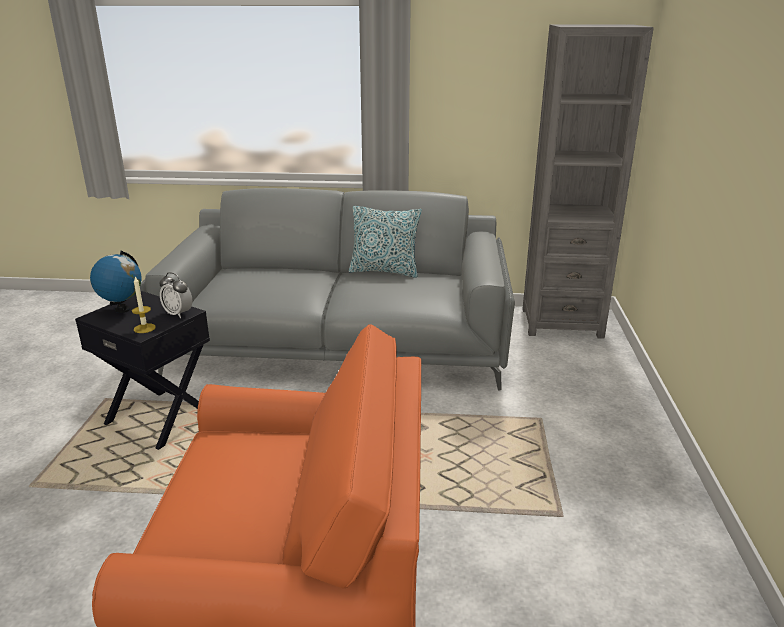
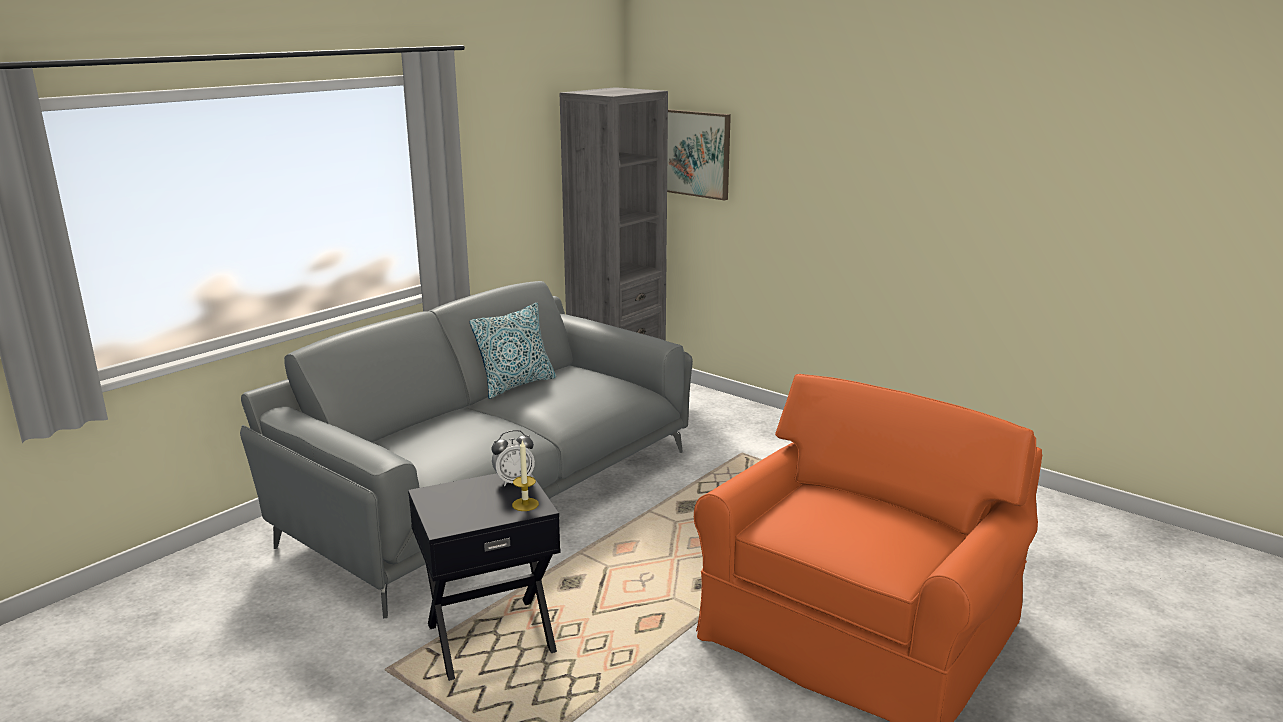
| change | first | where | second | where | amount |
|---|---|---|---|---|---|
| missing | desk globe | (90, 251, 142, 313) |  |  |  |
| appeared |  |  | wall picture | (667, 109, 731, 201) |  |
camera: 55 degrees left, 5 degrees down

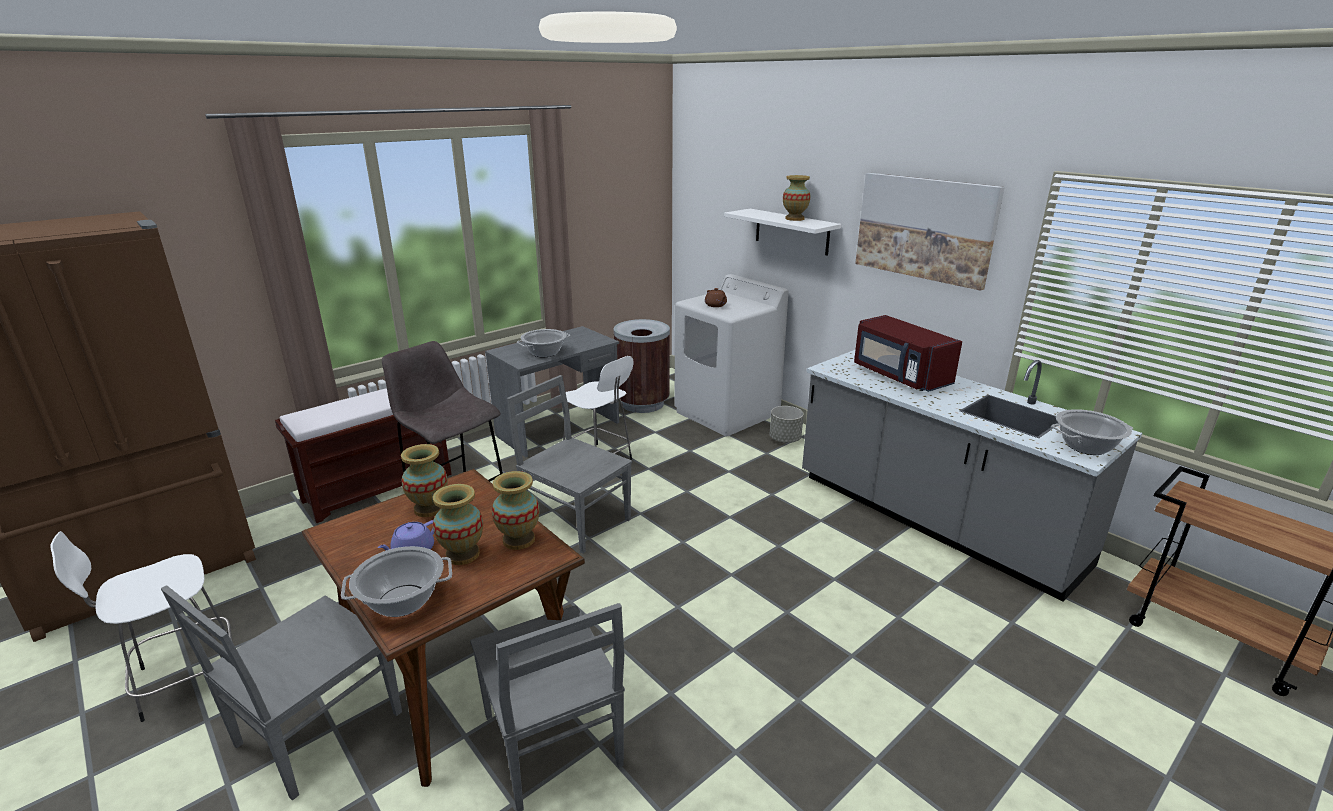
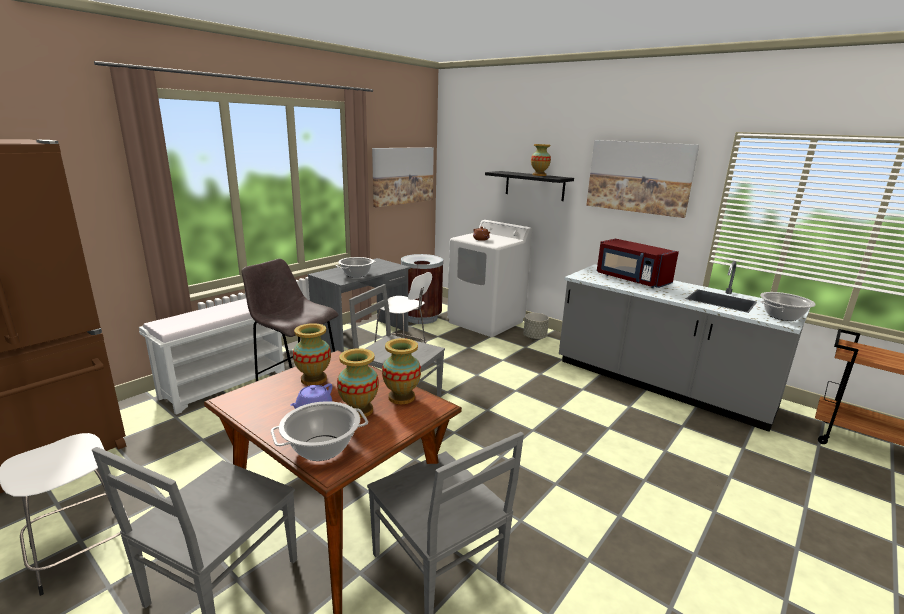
| change | first | where | second | where | amount |
|---|---|---|---|---|---|
| colour | shelf/white-coloured | (724, 209, 841, 256) | shelf/blackish | (485, 171, 574, 201) |  |
| colour | indoor bench/brown | (275, 388, 452, 523) | indoor bench/white-coloured | (139, 299, 285, 415) |  |
| appeared |  |  | wall picture | (372, 147, 434, 207) |  |
camera: 10 degrees left, 5 degrees down

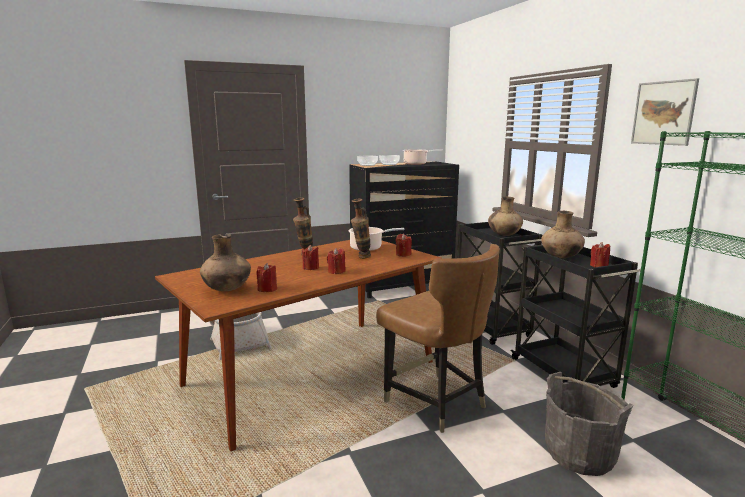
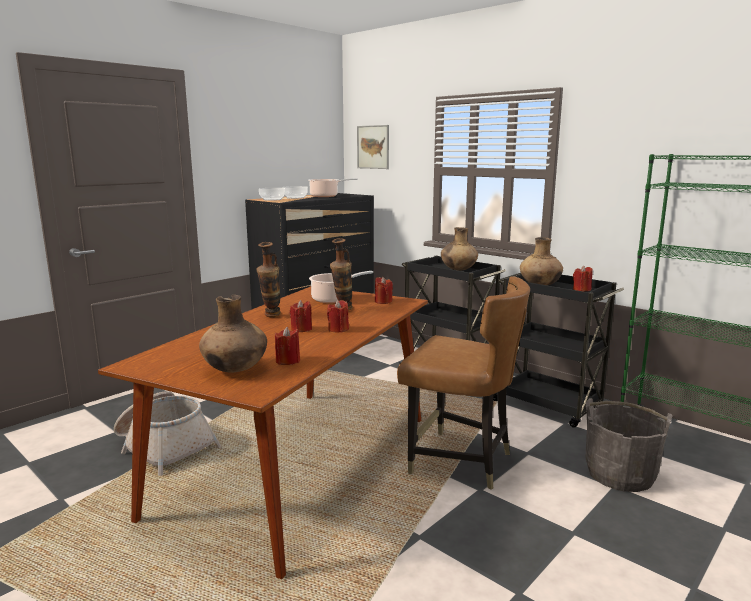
| change | first | where | second | where | amount |
|---|---|---|---|---|---|
| relocated | wall picture | (631, 78, 699, 146) |  | (357, 125, 389, 169) |  |
camera: 25 degrees left, 0 degrees up

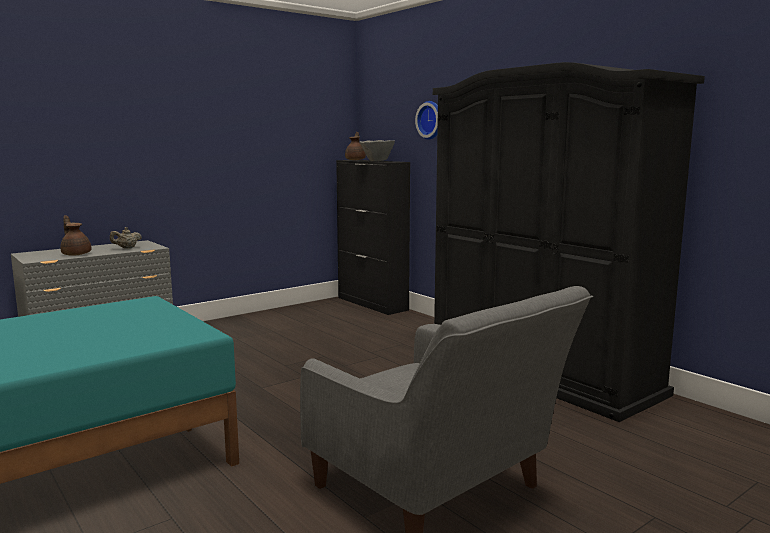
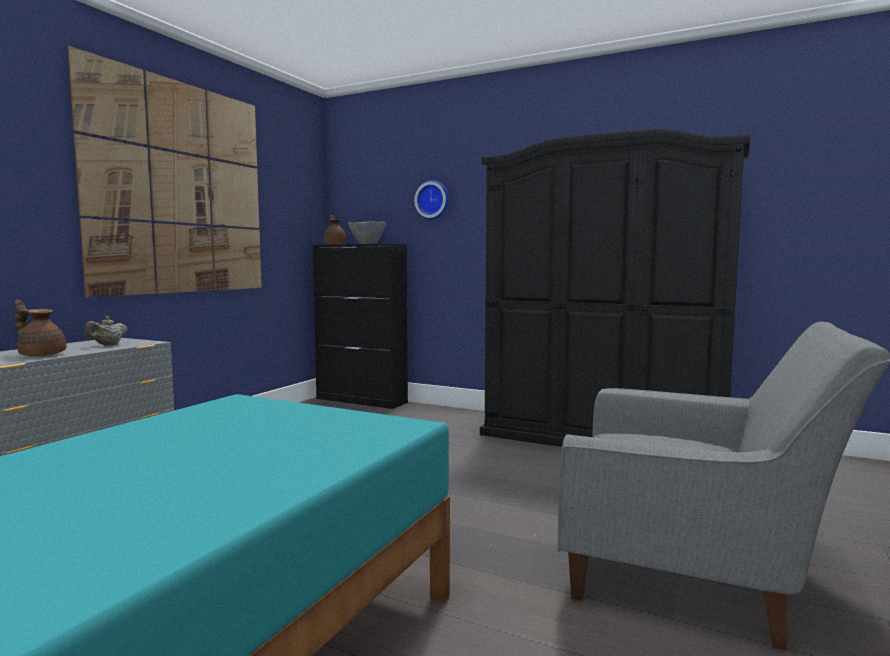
| change | first | where | second | where | amount |
|---|---|---|---|---|---|
| appeared |  |  | wall picture | (68, 46, 262, 298) |  |
camera: 25 degrees left, 5 degrees down

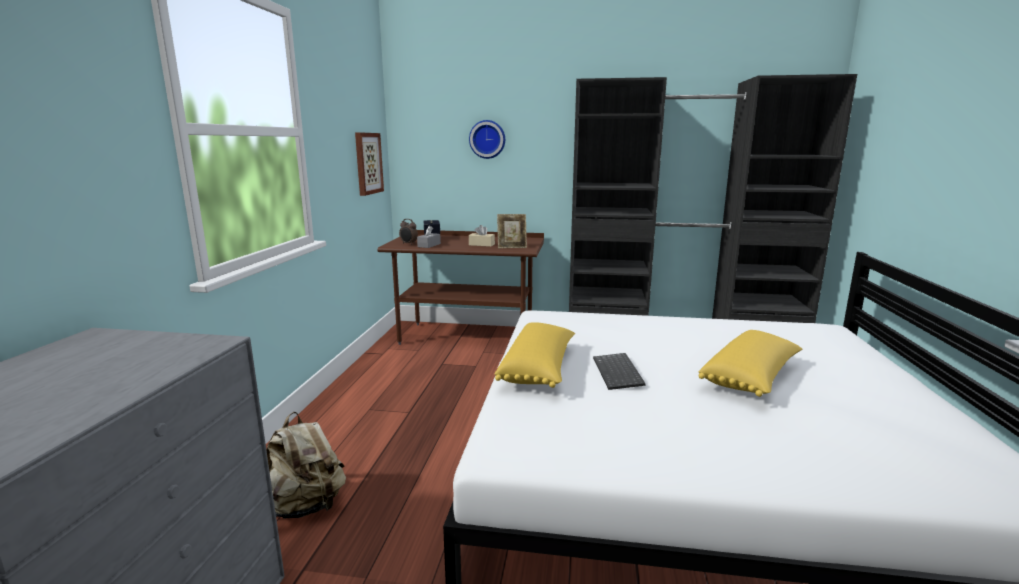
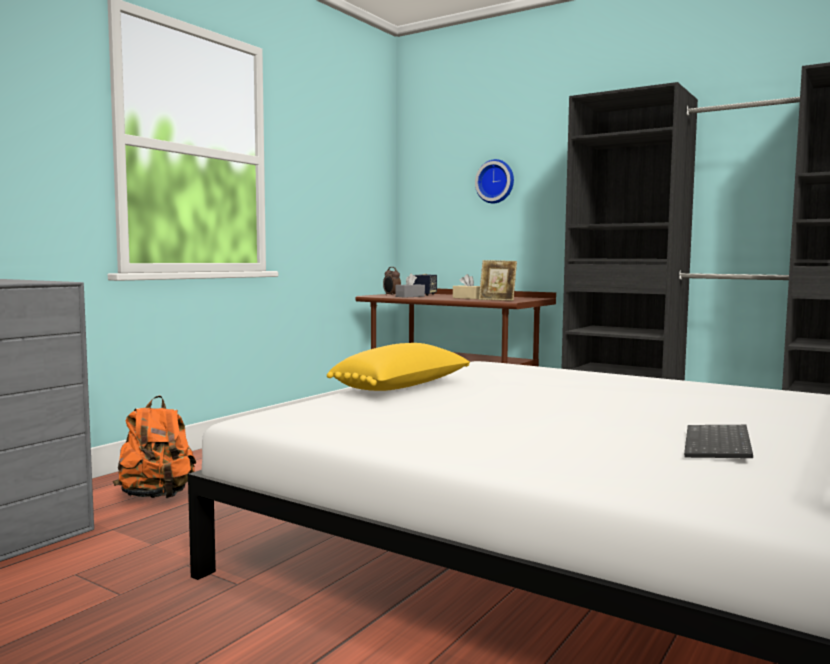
| change | first | where | second | where | amount |
|---|---|---|---|---|---|
| missing | wall picture | (355, 132, 384, 196) |  |  |  |
| missing | throw pillow/yellowish | (699, 330, 802, 397) |  |  |  |
| relocated | keyboard | (593, 353, 646, 390) |  | (684, 425, 753, 458) |  |
| colour | rucksack/sand-coloured | (266, 412, 346, 518) | rucksack/orange | (113, 396, 196, 498) |  |
camera: 25 degrees right, 10 degrees down

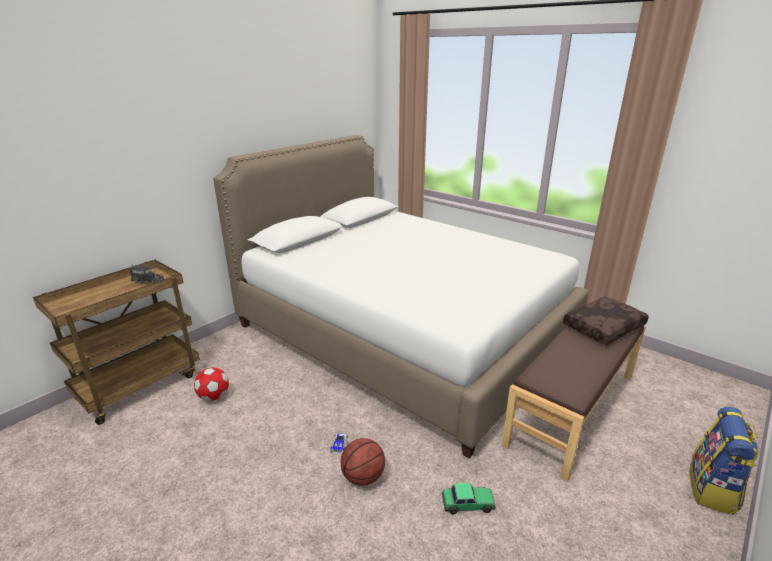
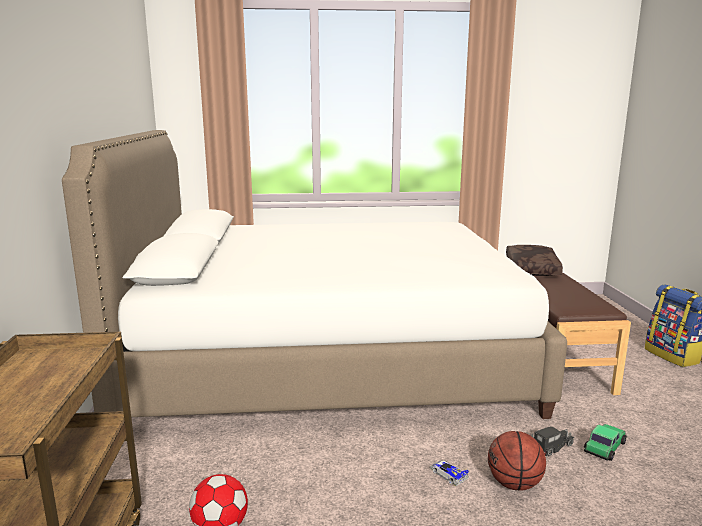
| change | first | where | second | where | amount |
|---|---|---|---|---|---|
| relocated | model truck | (129, 264, 164, 283) |  | (531, 427, 574, 456) |  |
camera: 45 degrees left, 10 degrees down

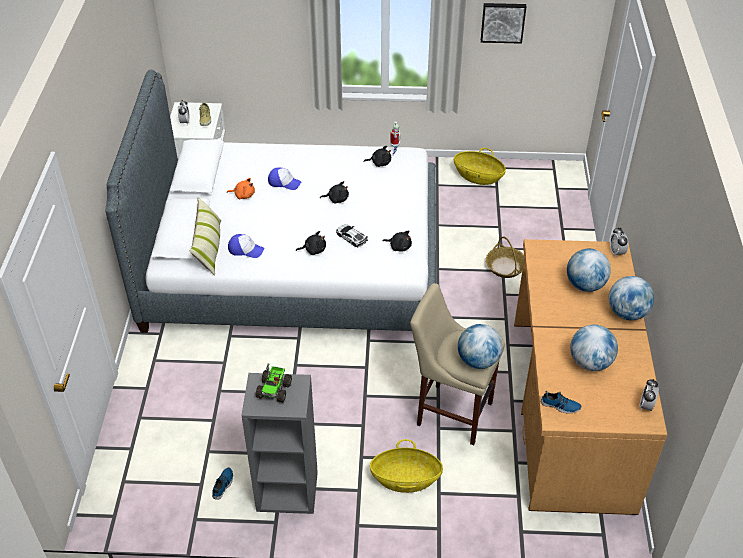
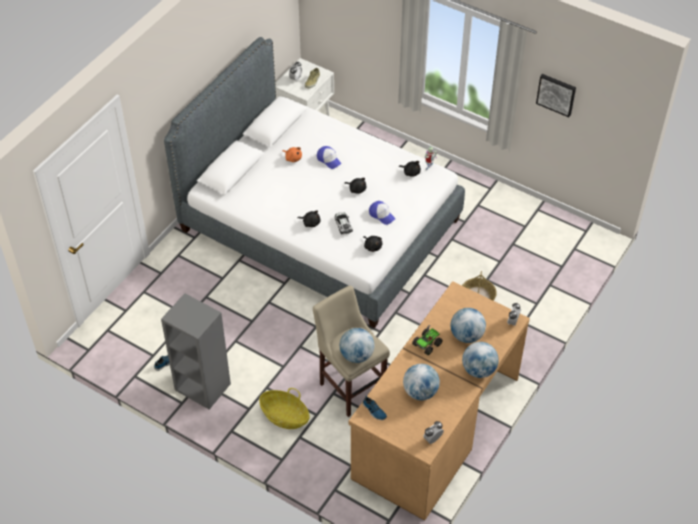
| change | first | where | second | where | amount |
|---|---|---|---|---|---|
| missing | household basket | (454, 148, 506, 185) |  |  |  |
| missing | throw pillow | (190, 197, 221, 276) |  |  |  |
| relocated | baseball cap | (228, 234, 264, 258) |  | (369, 201, 395, 225) |  |
| relocated | model truck | (255, 363, 292, 403) |  | (412, 325, 443, 355) |  |
camera: 30 degrees right, 5 degrees up

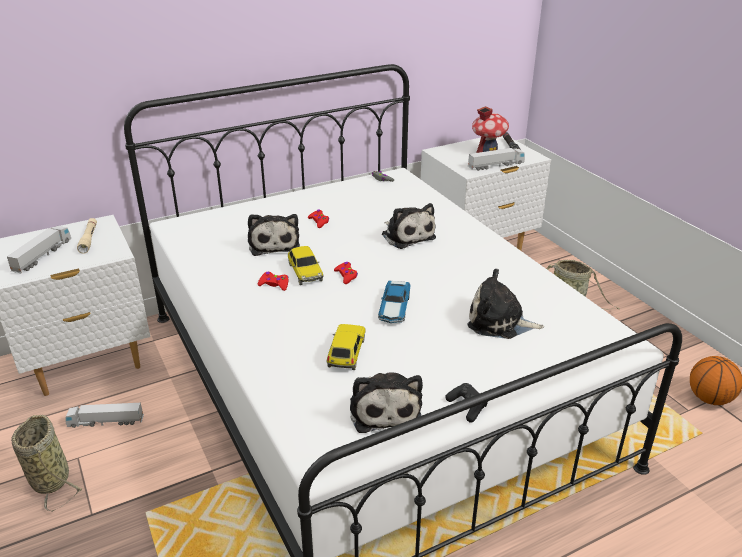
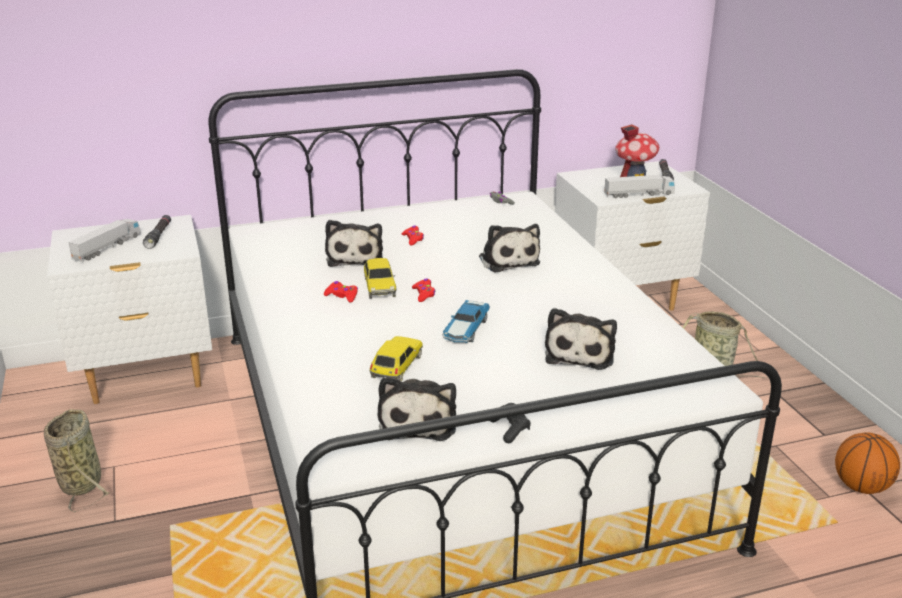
| change | first | where | second | where | amount |
|---|---|---|---|---|---|
| colour | torch/sand-coloured | (77, 218, 97, 254) | torch/blackish | (143, 215, 171, 249) |  |
| spun | cuddly toy | (467, 269, 544, 339) |  | (545, 308, 617, 370) | 105 degrees counterclockwise |
| missing | model truck | (65, 403, 144, 428) |  |  |  |
camera: 10 degrees right, 5 degrees down

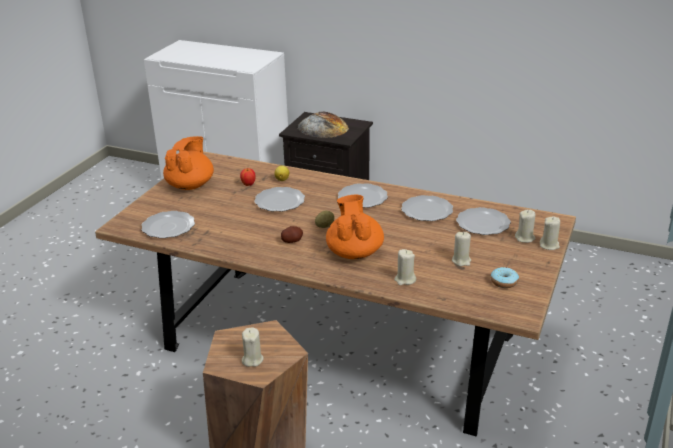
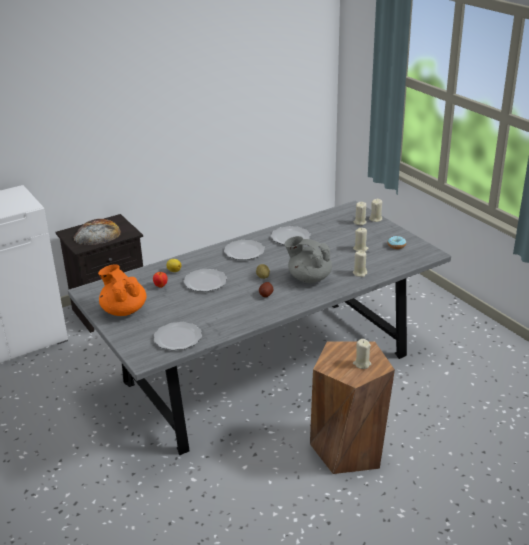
| change | first | where | second | where | amount |
|---|---|---|---|---|---|
| colour | dinner table/brown | (95, 151, 576, 437) | dinner table/gray | (68, 201, 451, 455) |  |
| colour | pot for tea/orange | (326, 195, 384, 259) | pot for tea/gray | (285, 236, 332, 283) |  |
| missing | flat dish | (456, 207, 511, 235) |  |  |  |
camera: 55 degrees left, 0 degrees up

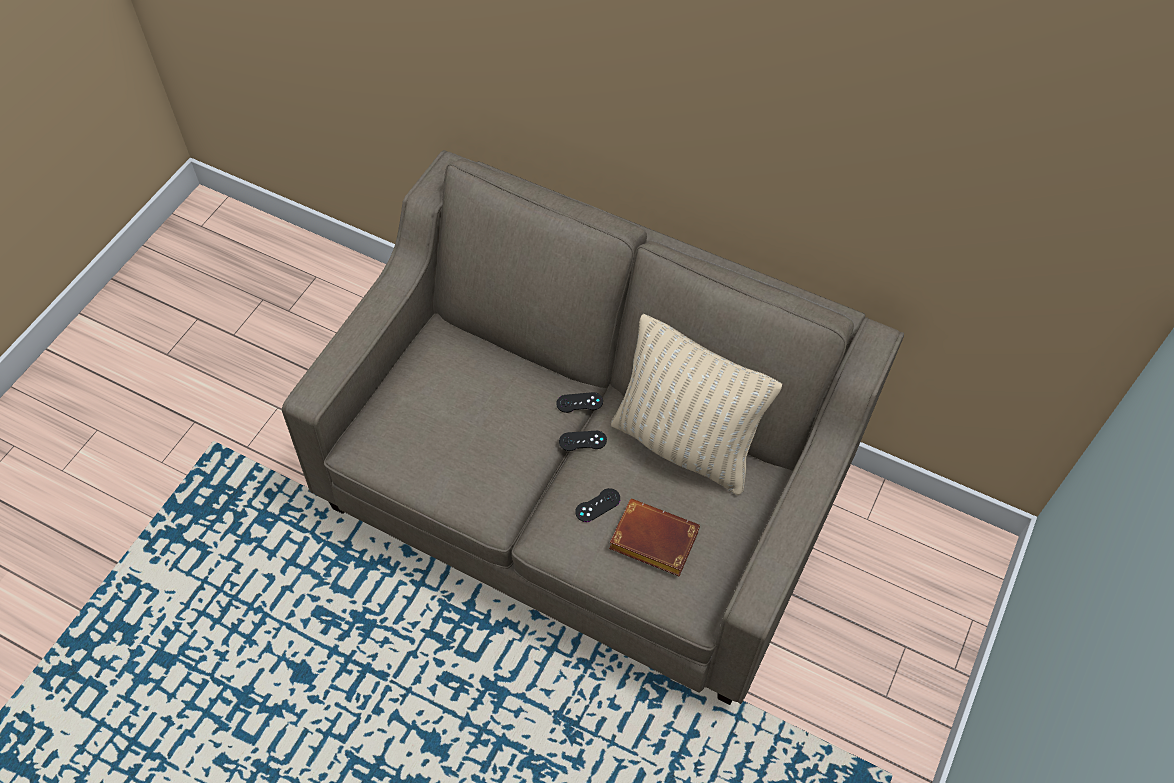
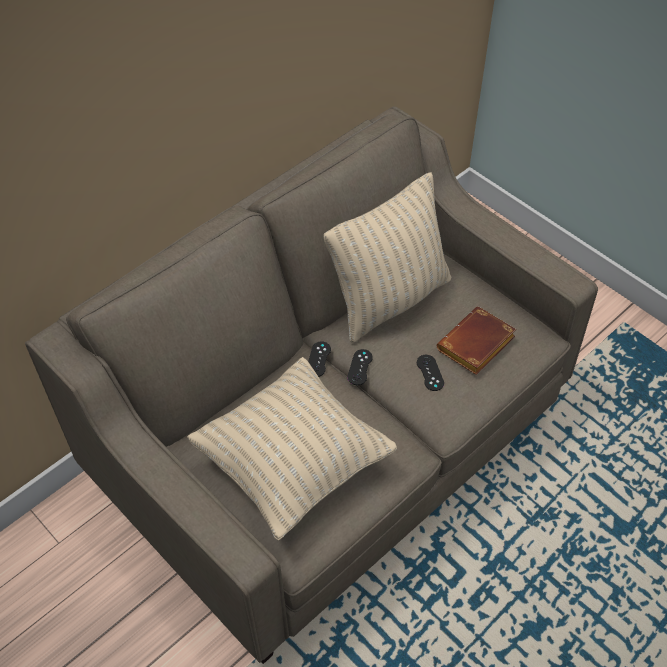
| change | first | where | second | where | amount |
|---|---|---|---|---|---|
| appeared |  |  | throw pillow/sand-coloured | (187, 357, 397, 541) |  |
camera: 70 degrees left, 5 degrees down

